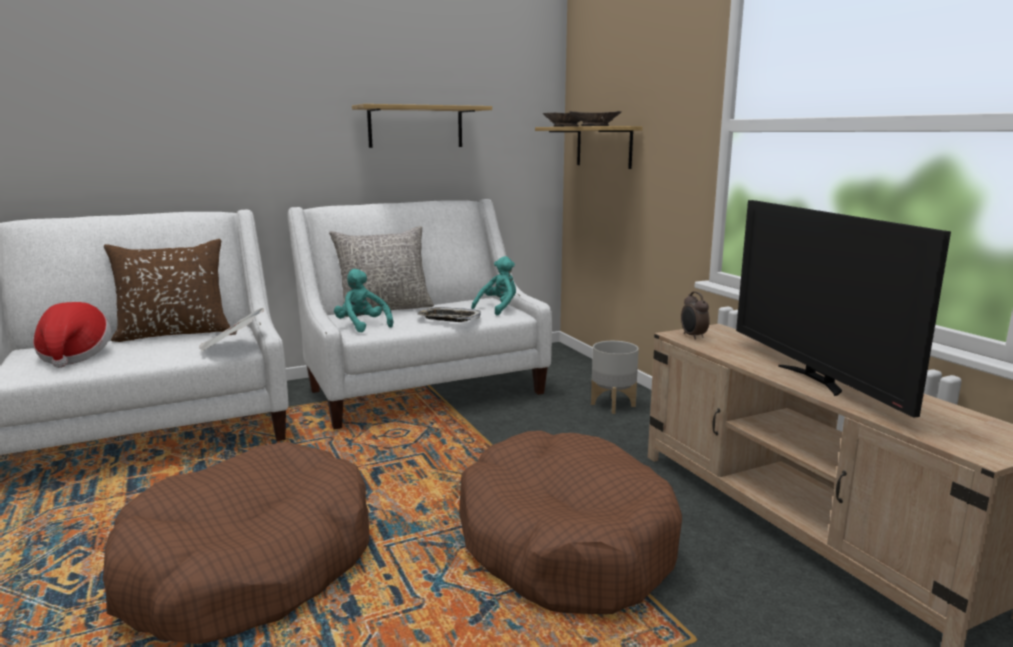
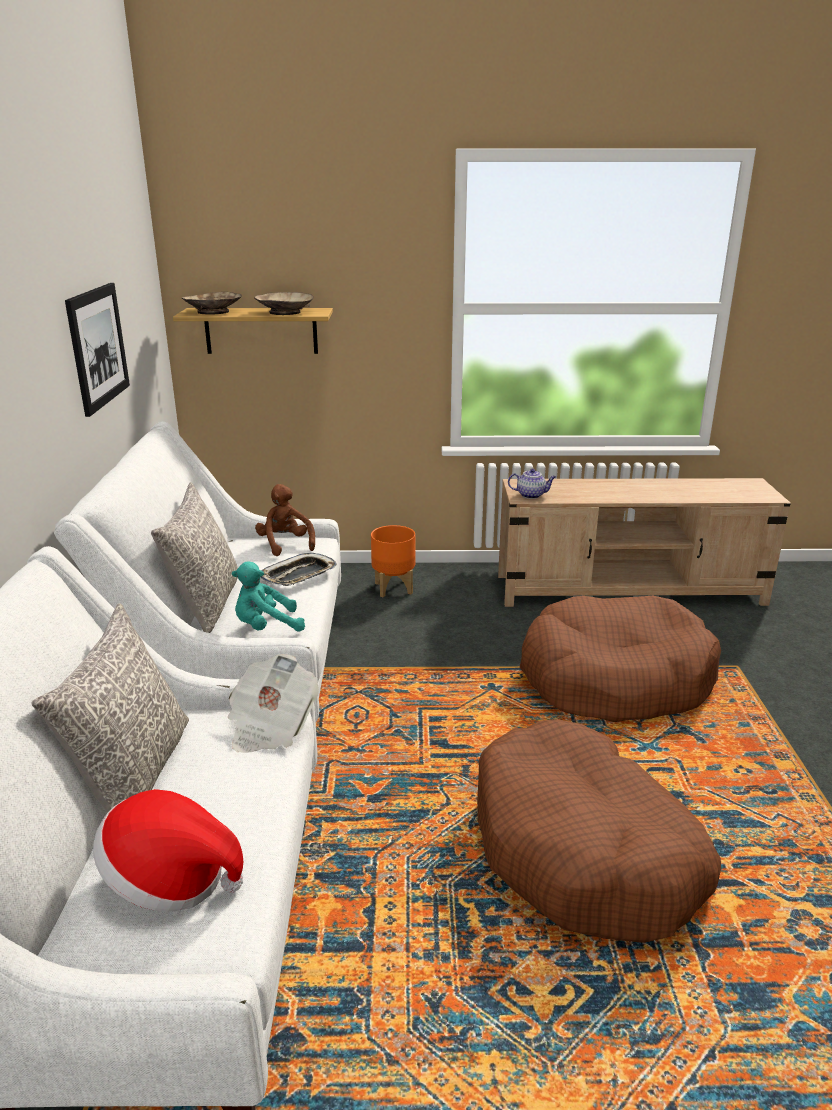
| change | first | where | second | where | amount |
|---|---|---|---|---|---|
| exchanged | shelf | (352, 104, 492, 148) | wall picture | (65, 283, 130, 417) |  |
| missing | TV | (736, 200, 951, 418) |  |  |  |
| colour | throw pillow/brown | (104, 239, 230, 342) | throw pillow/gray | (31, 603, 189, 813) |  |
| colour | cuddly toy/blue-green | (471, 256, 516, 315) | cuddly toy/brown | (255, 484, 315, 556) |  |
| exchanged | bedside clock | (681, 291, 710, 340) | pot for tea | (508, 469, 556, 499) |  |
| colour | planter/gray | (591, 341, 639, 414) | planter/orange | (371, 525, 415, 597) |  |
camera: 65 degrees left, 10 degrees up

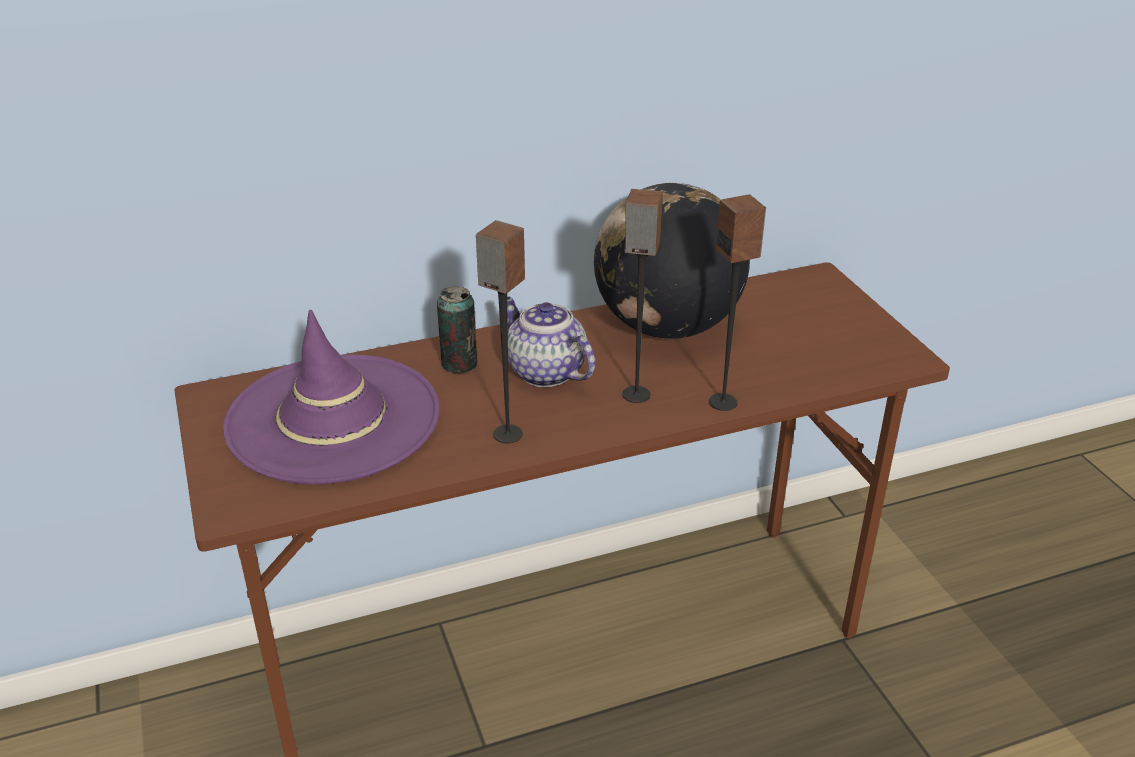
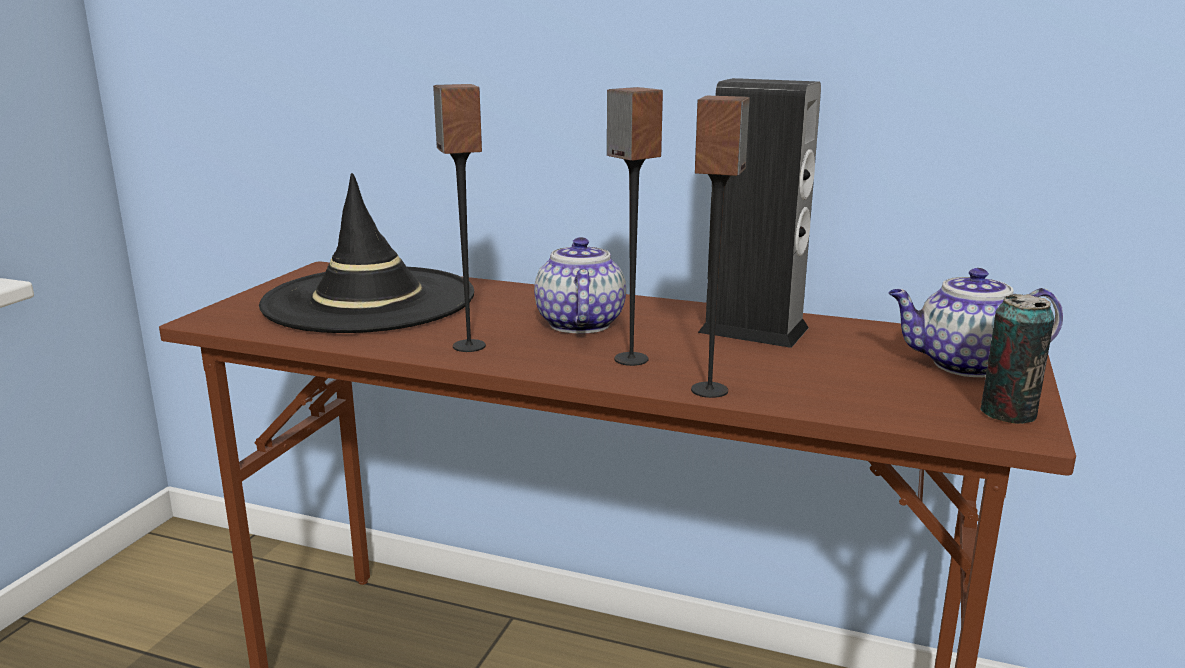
| change | first | where | second | where | amount |
|---|---|---|---|---|---|
| exchanged | desk globe | (594, 183, 750, 339) | audio speaker | (698, 78, 821, 348) |  |
| relocated | sealed can | (437, 286, 477, 373) |  | (980, 294, 1054, 424) |  |
| colour | hat/purple-coloured | (223, 309, 440, 484) | hat/blackish | (259, 173, 474, 333) |  |
| appeared |  |  | pot for tea | (888, 268, 1063, 377) |  |
camera: 40 degrees right, 15 degrees down

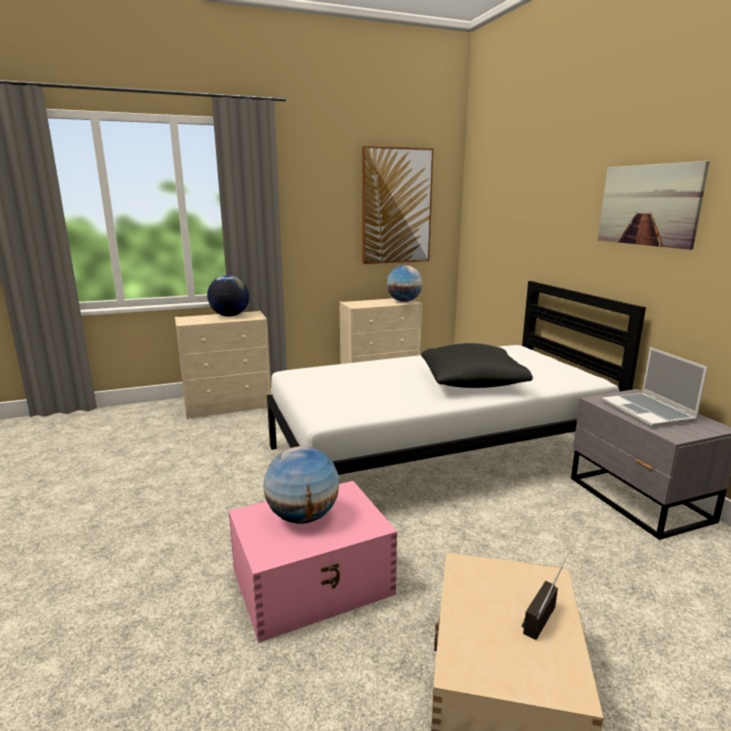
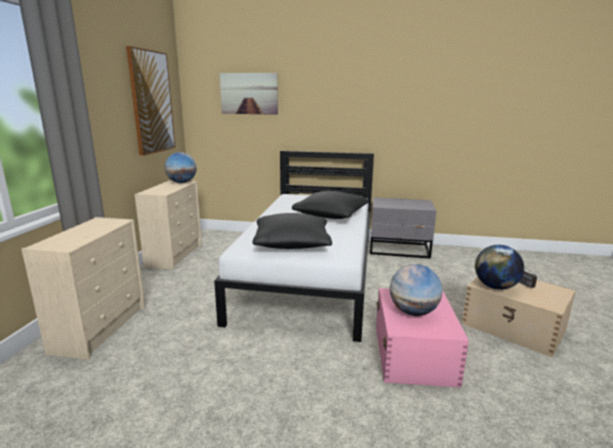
| change | first | where | second | where | amount |
|---|---|---|---|---|---|
| relocated | wall picture | (598, 161, 710, 250) |  | (220, 73, 278, 115) |  |
| relocated | desk globe | (207, 275, 249, 317) |  | (475, 245, 524, 290) |  |
| missing | notebook computer | (602, 347, 708, 427) |  |  |  |
| appeared |  |  | throw pillow/blackish | (253, 213, 332, 249) |  |
camera: 60 degrees left, 0 degrees up

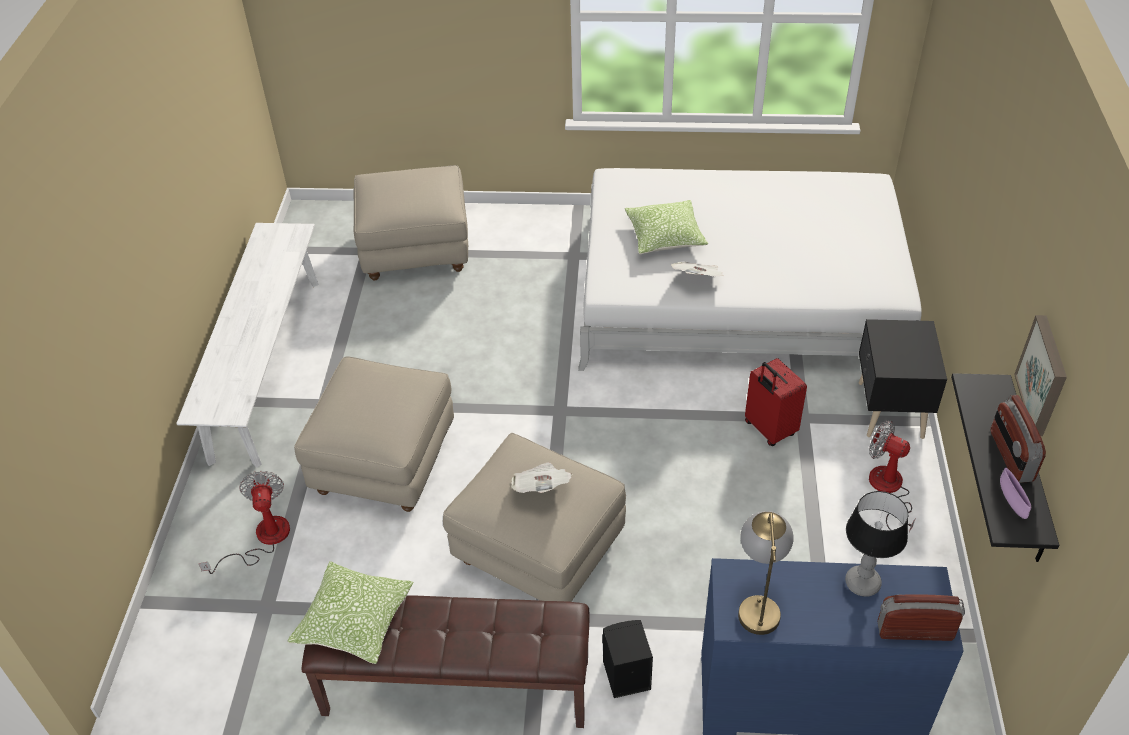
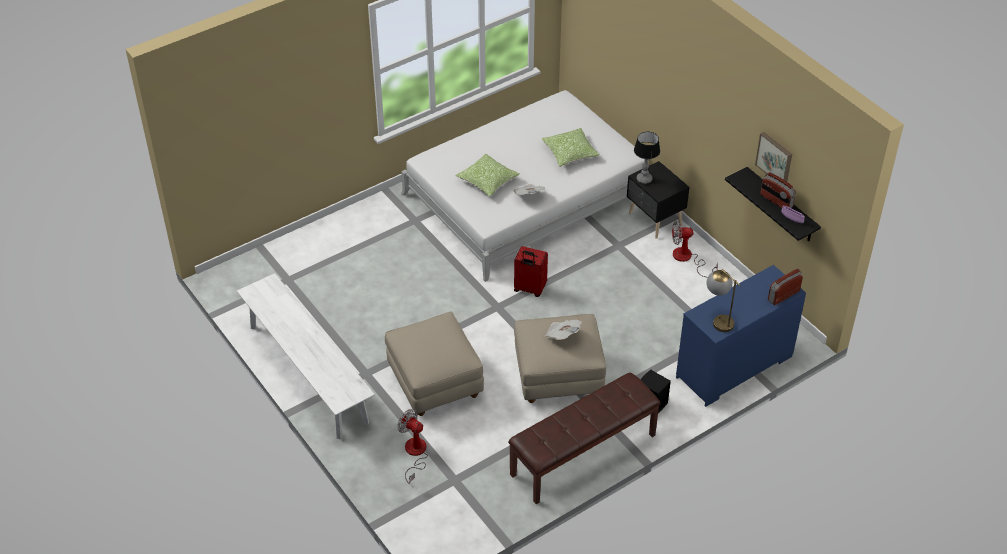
| change | first | where | second | where | amount |
|---|---|---|---|---|---|
| missing | footrest/sand-coloured | (354, 165, 468, 280) |  |  |  |
| relocated | travel case/red-coloured | (745, 358, 807, 446) |  | (514, 246, 548, 297) |  |
| relocated | tabletop lamp | (845, 491, 908, 597) |  | (634, 132, 660, 184) |  |
| relocated | throw pillow | (287, 561, 413, 664) |  | (541, 128, 599, 167) |  |
camera: 40 degrees left, 0 degrees up

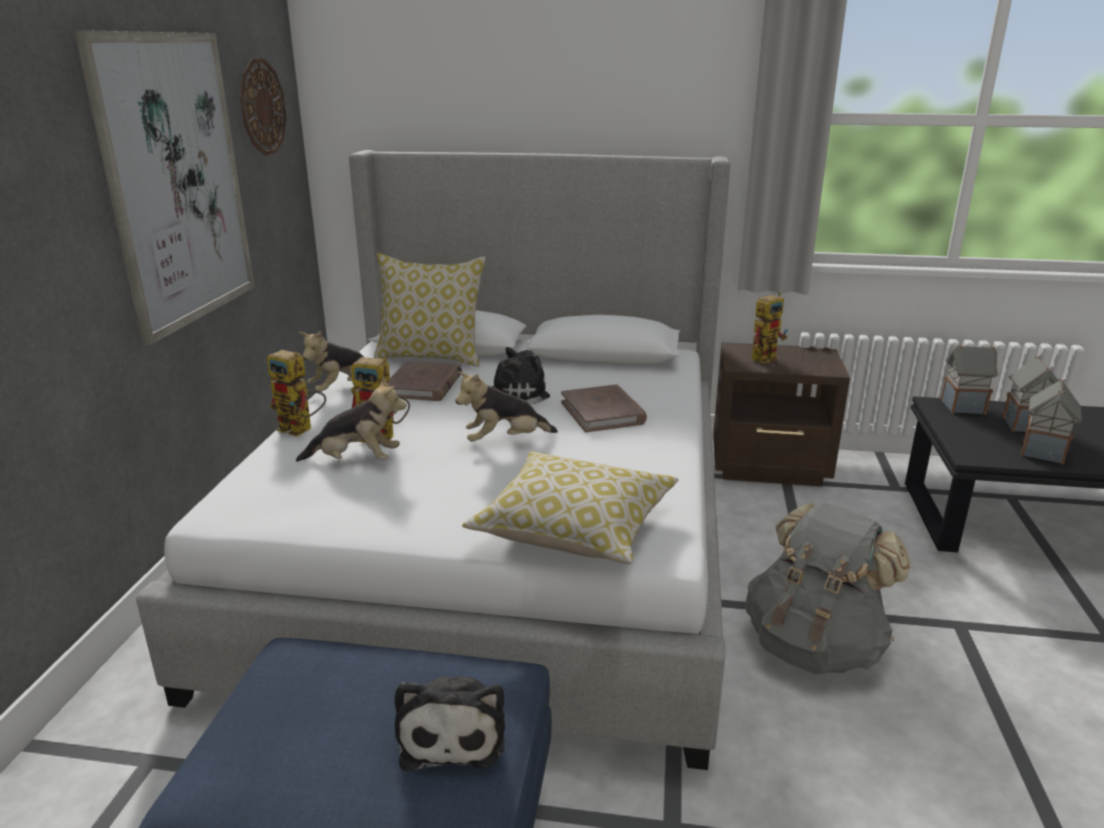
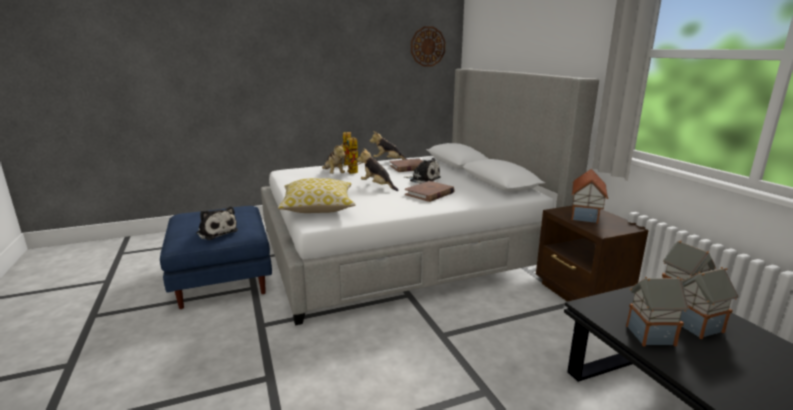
| change | first | where | second | where | amount |
|---|---|---|---|---|---|
| missing | wall picture | (74, 30, 255, 346) |  |  |  |
| missing | throw pillow | (374, 253, 486, 367) |  |  |  |
| exchanged | model robot | (751, 292, 788, 364) | toy house | (571, 168, 608, 224) |  |
| missing | rucksack/gray | (745, 503, 911, 674) |  |  |  |
| spun | cuddly toy | (394, 676, 505, 771) |  | (196, 206, 238, 240) | 105 degrees counterclockwise |
camera: 60 degrees right, 5 degrees down

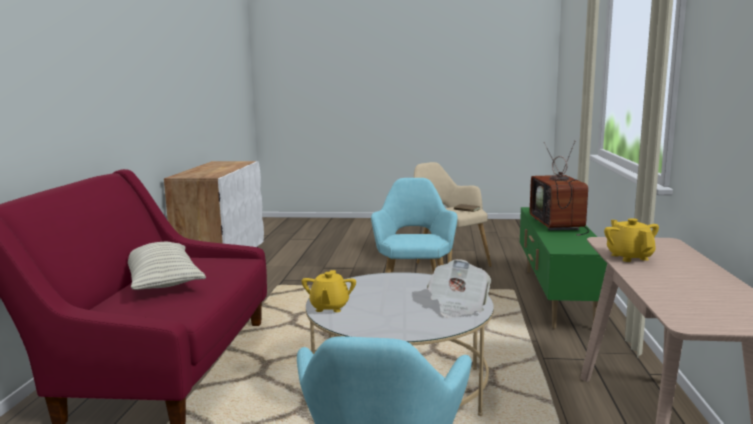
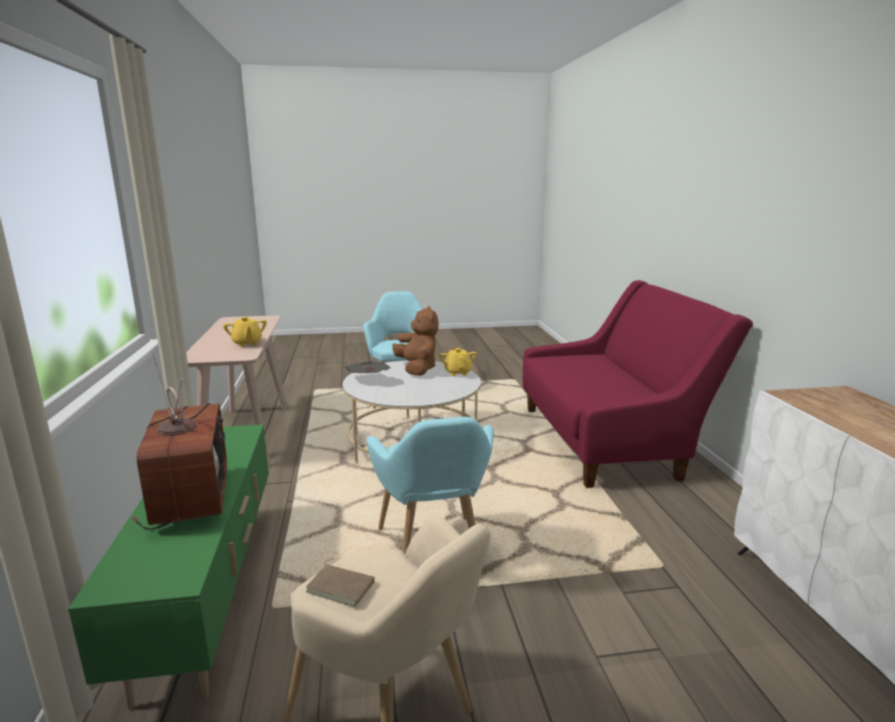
| change | first | where | second | where | amount |
|---|---|---|---|---|---|
| missing | throw pillow | (128, 242, 206, 290) |  |  |  |
| appeared |  |  | cuddly toy/brown | (392, 306, 438, 376) |  |
camera: 165 degrees right, 5 degrees up

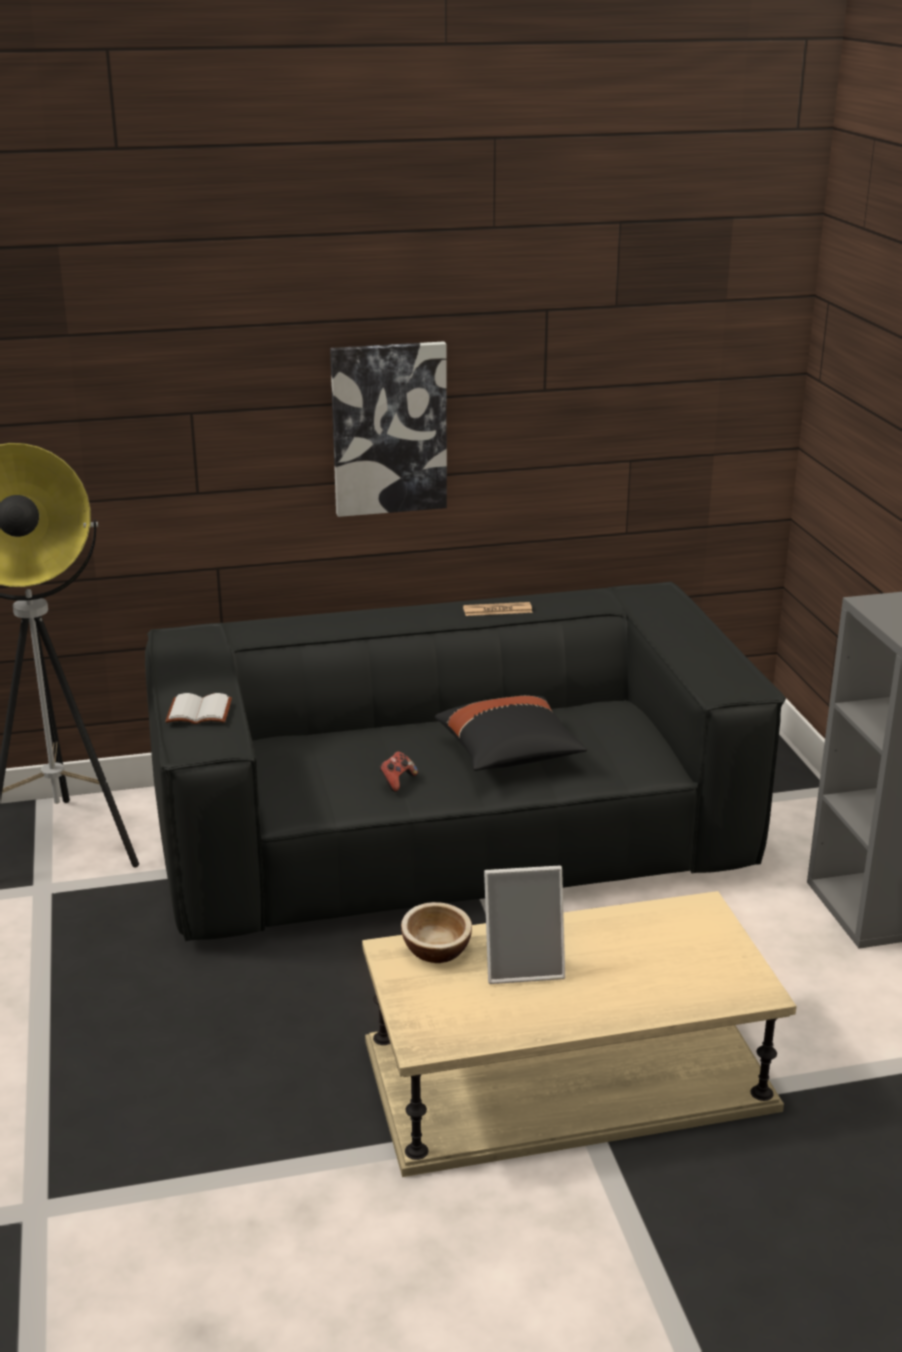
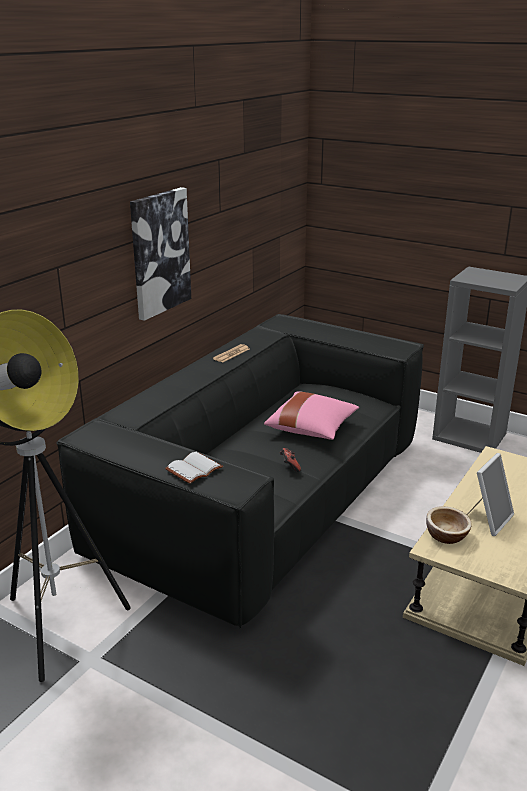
| change | first | where | second | where | amount |
|---|---|---|---|---|---|
| colour | throw pillow/blackish | (435, 696, 587, 771) | throw pillow/pinkish | (264, 391, 359, 440) |  |
camera: 45 degrees left, 0 degrees up

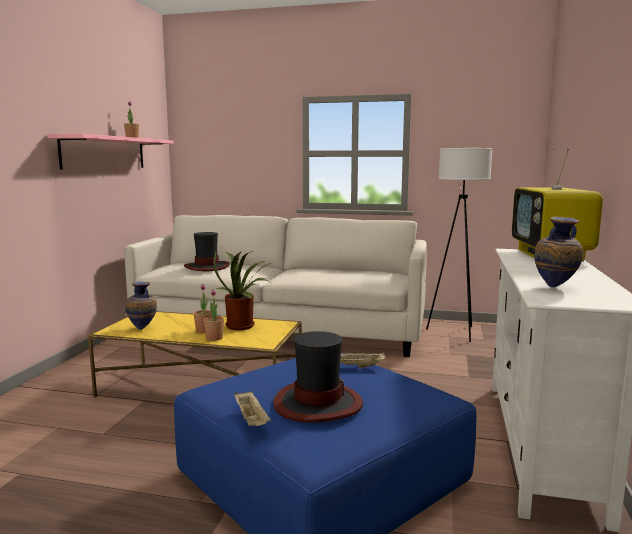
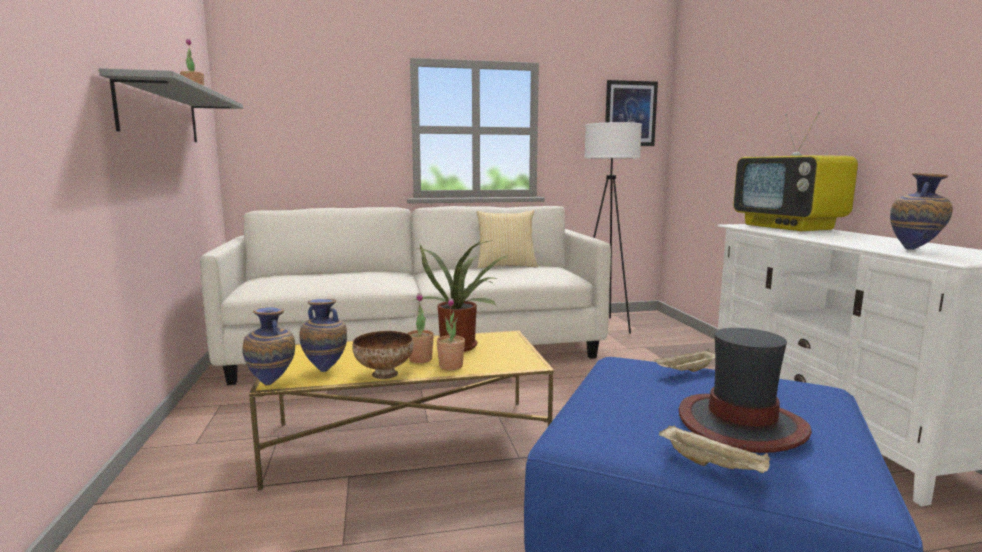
| change | first | where | second | where | amount |
|---|---|---|---|---|---|
| colour | shelf/pinkish | (48, 134, 174, 170) | shelf/gray | (99, 68, 243, 142) |  |
| missing | hat | (184, 232, 230, 271) |  |  |  |
| appeared |  |  | wall picture | (605, 80, 658, 146) |  |
| appeared |  |  | throw pillow | (477, 210, 538, 269) |  |
| appeared |  |  | decorative vase | (242, 307, 295, 386) |  |
| appeared |  |  | bowl | (352, 331, 414, 379) |  |
camera: 25 degrees left, 0 degrees up

